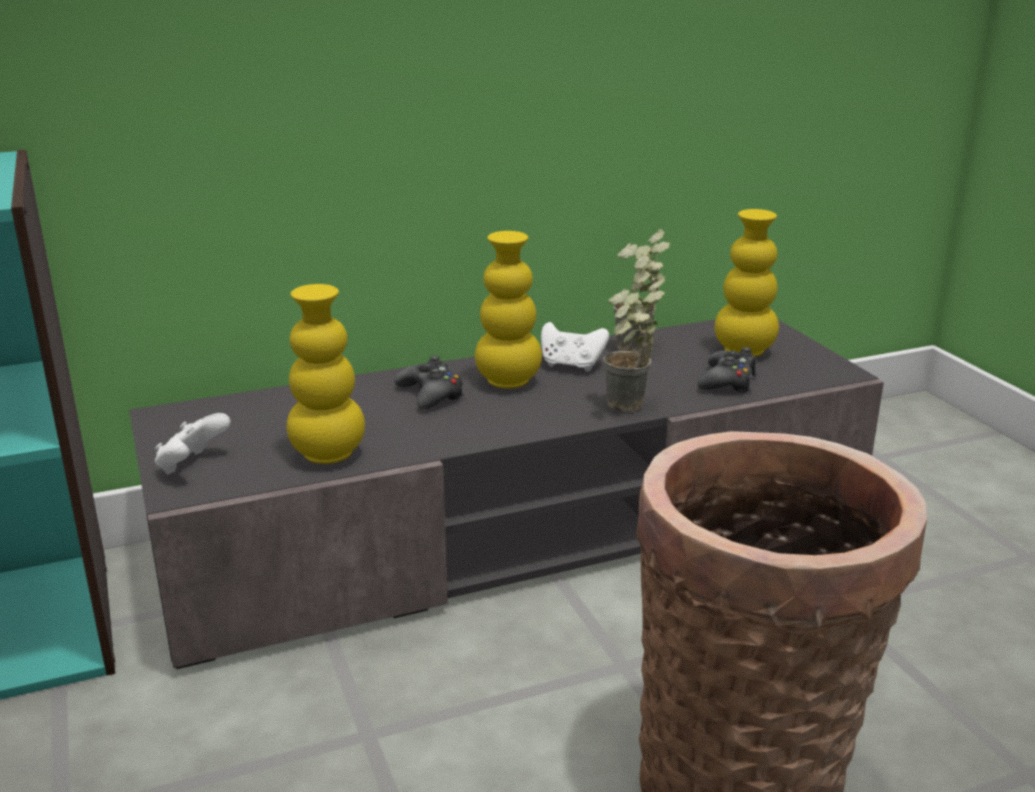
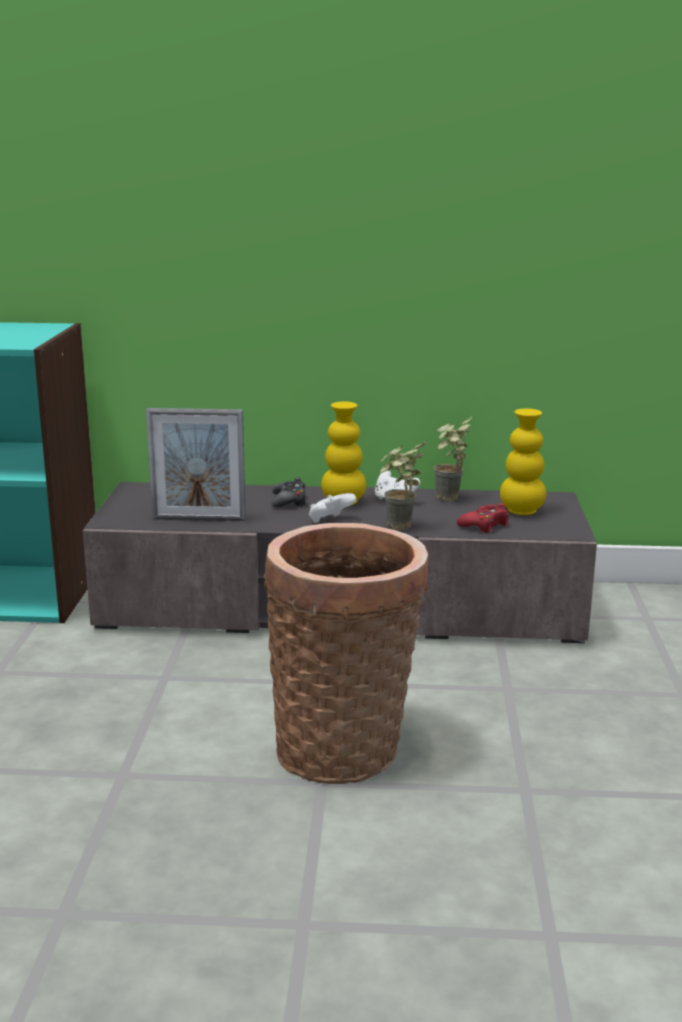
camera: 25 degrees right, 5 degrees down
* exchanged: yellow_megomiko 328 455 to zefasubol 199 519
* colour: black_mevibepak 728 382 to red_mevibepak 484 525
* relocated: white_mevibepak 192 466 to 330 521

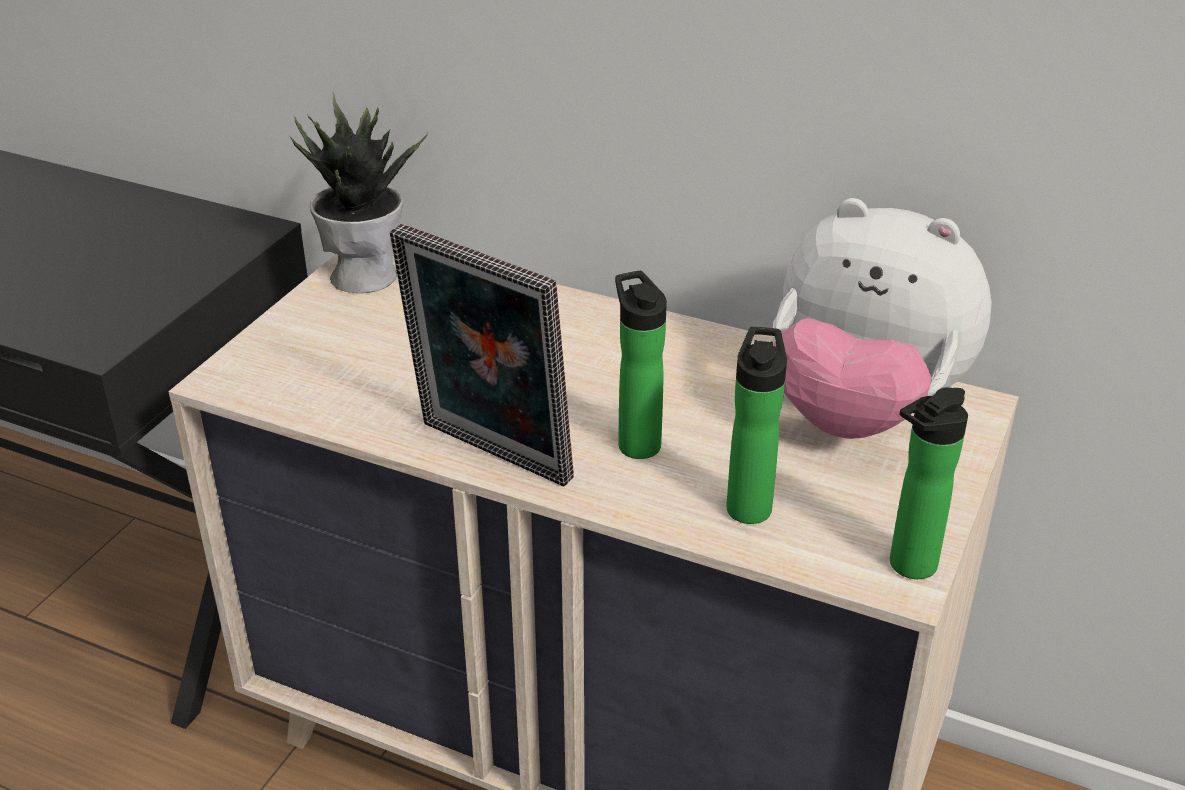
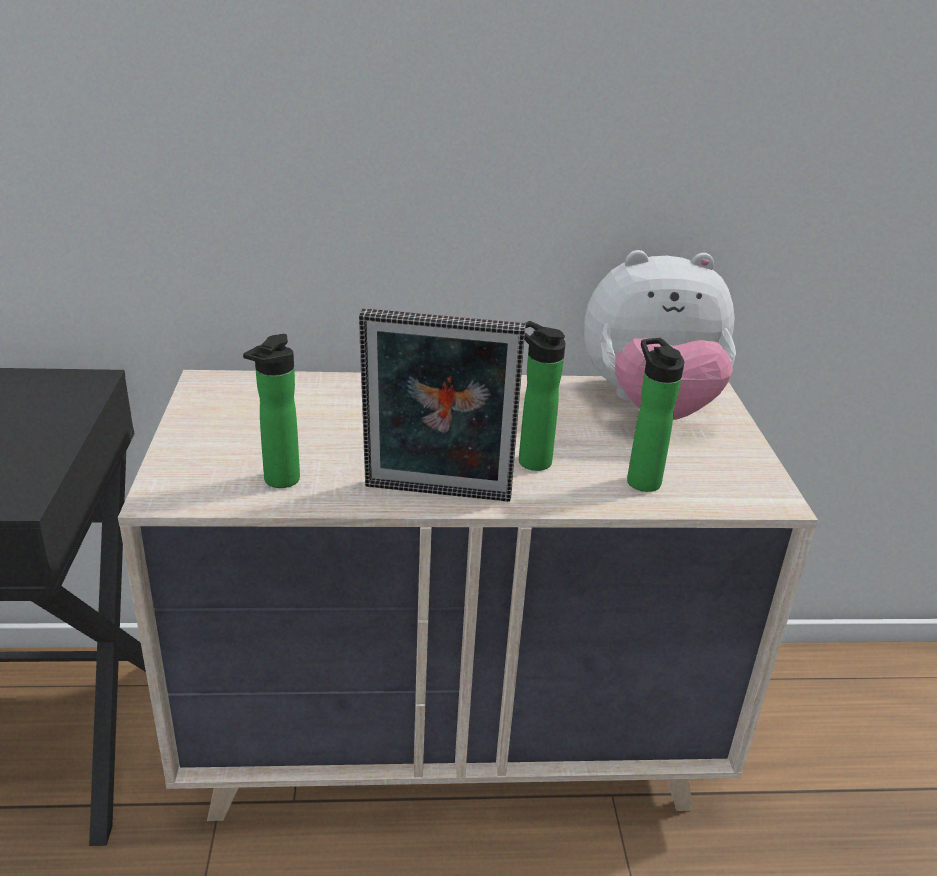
camera: 30 degrees left, 5 degrees down
* missing: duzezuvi 365 274
* relocated: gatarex 907 567 to 278 482

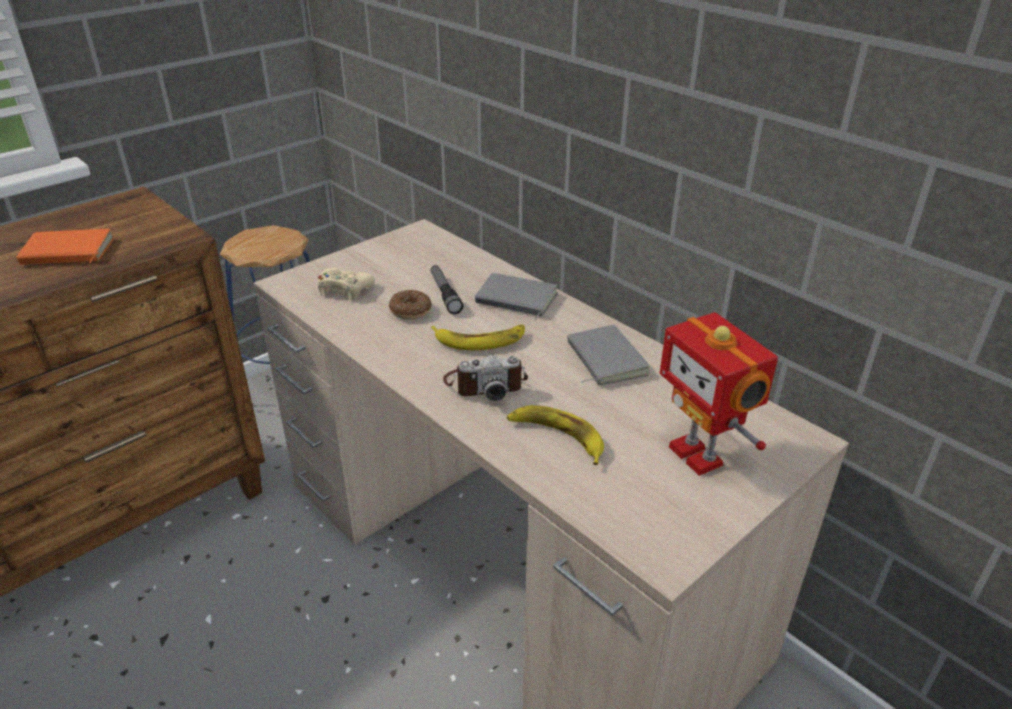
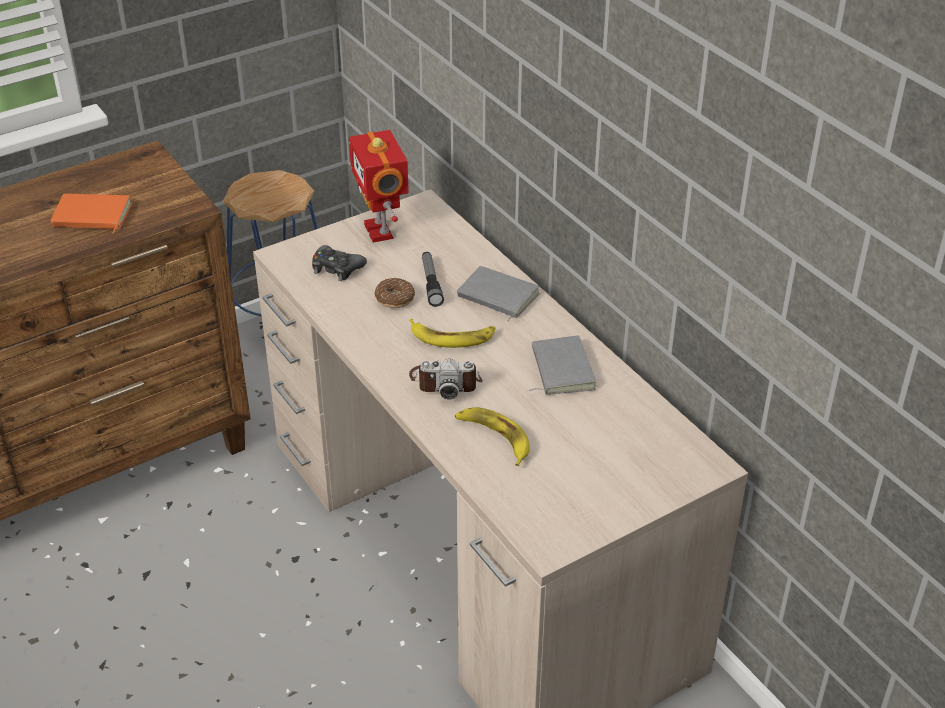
camera: 10 degrees right, 5 degrees up
* colour: beige_mevibepak 344 289 to black_mevibepak 337 268
* relocated: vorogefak 698 454 to 381 231

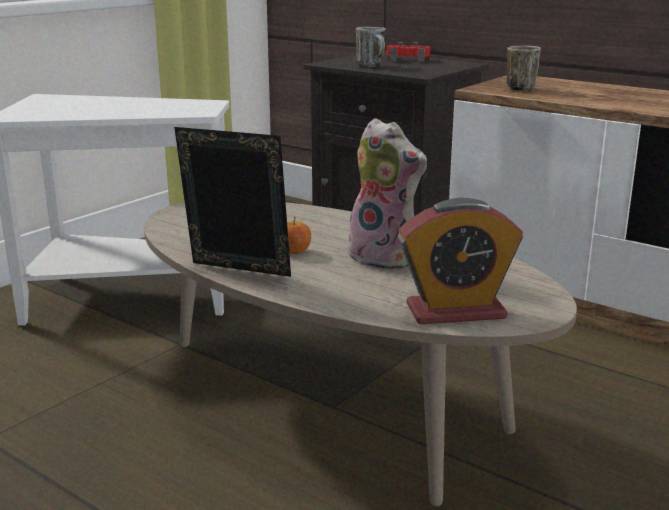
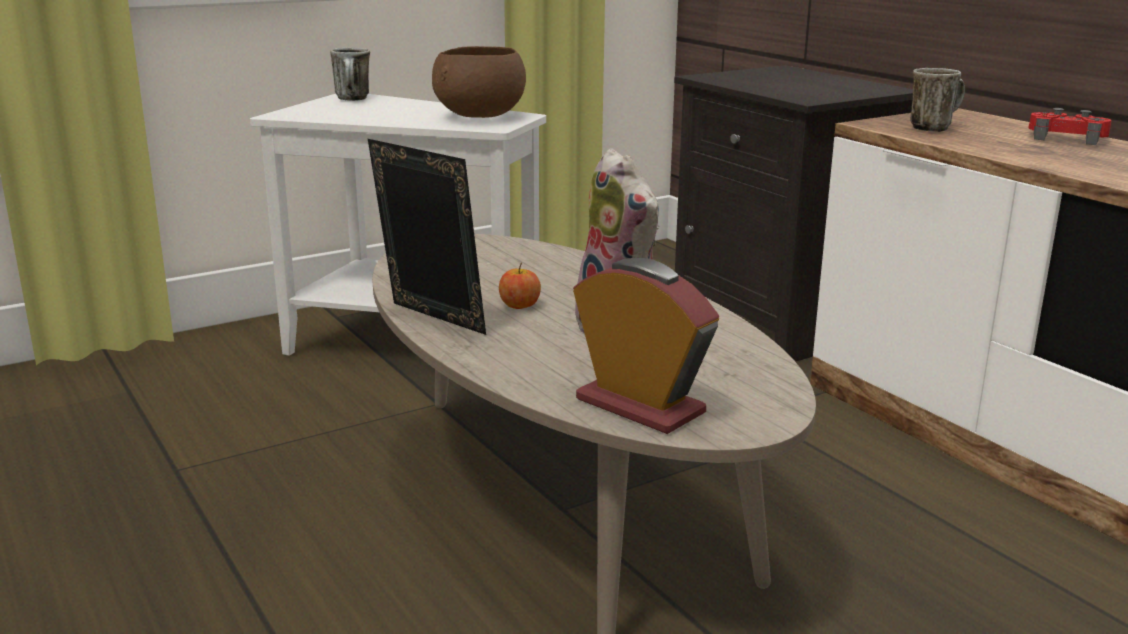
camera: 20 degrees right, 0 degrees up
* relocated: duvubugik 373 66 to 354 100
* relocated: red_mevibepak 407 59 to 1066 138
* spun: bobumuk 455 311 = 640 406 150 degrees counterclockwise
* appeared: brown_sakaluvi 479 117

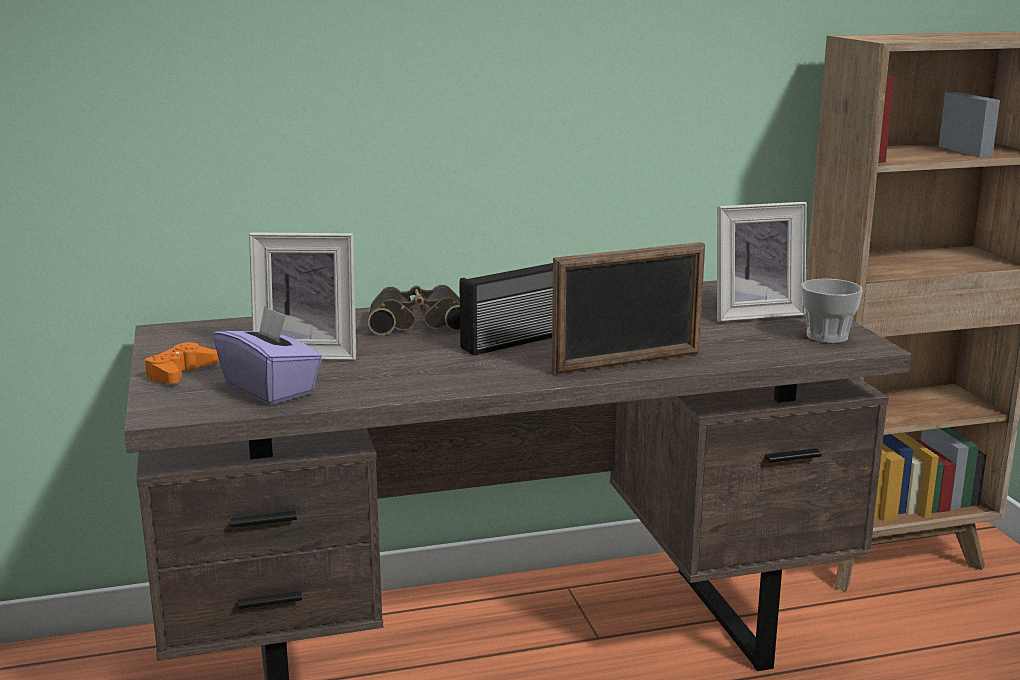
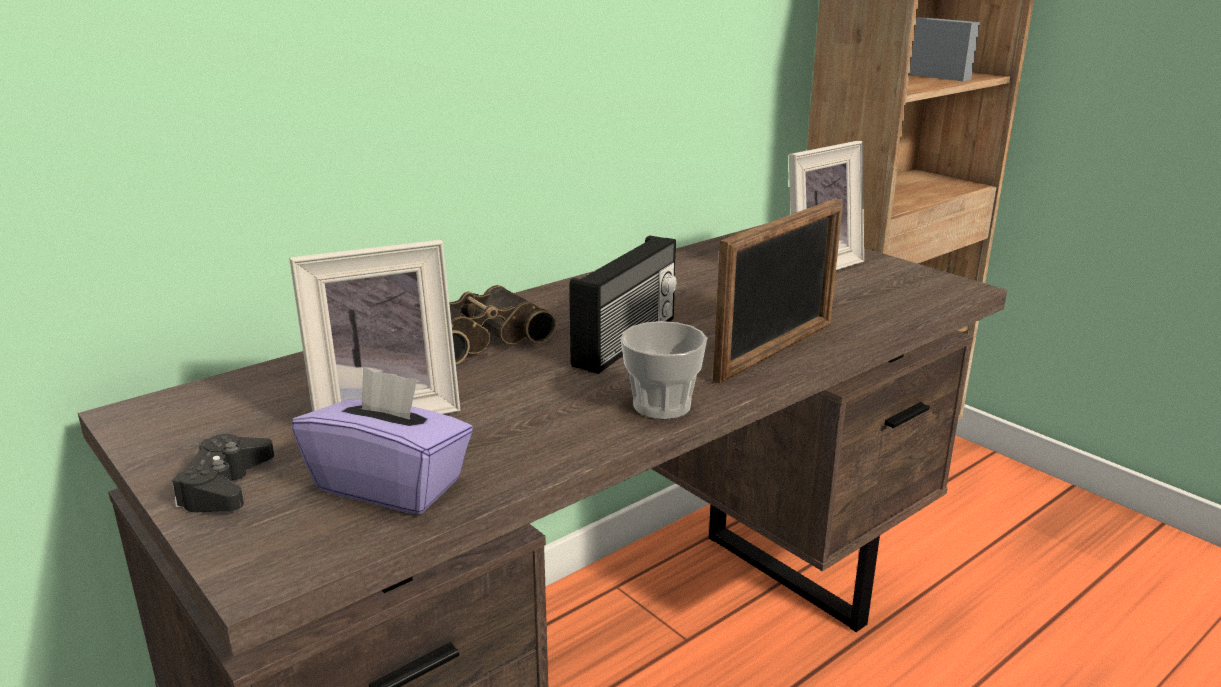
camera: 25 degrees left, 5 degrees up
* relocated: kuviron 827 336 to 662 406
* colour: orange_mevibepak 180 373 to black_mevibepak 225 486

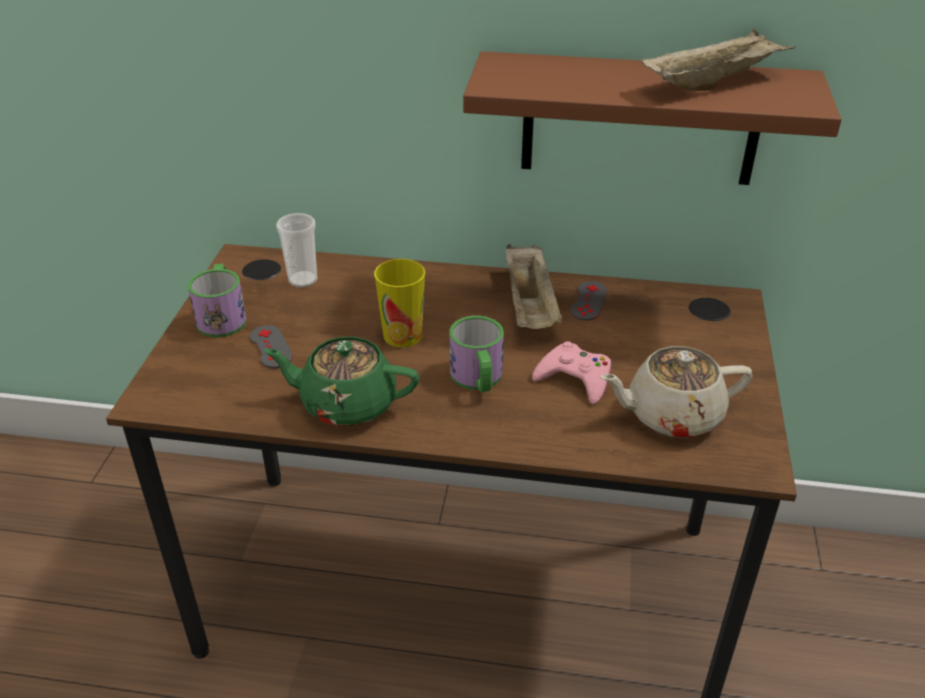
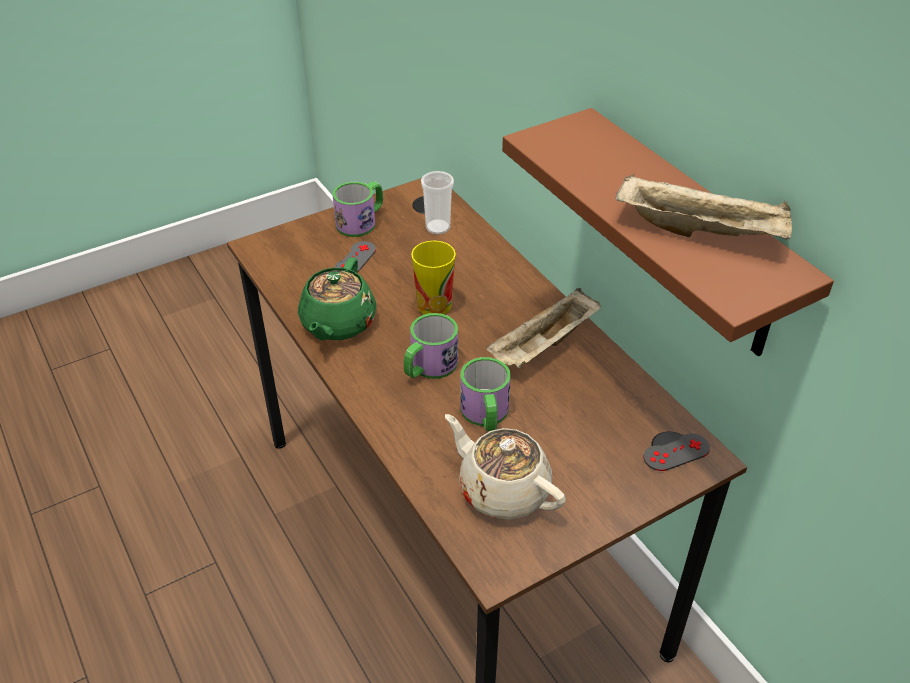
camera: 50 degrees right, 5 degrees up
* relocated: grey_mevibepak 588 301 to 676 452
* spun: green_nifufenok 347 404 = 337 323 135 degrees counterclockwise
* exchanged: pink_mevibepak 575 378 to duvubugik 485 415

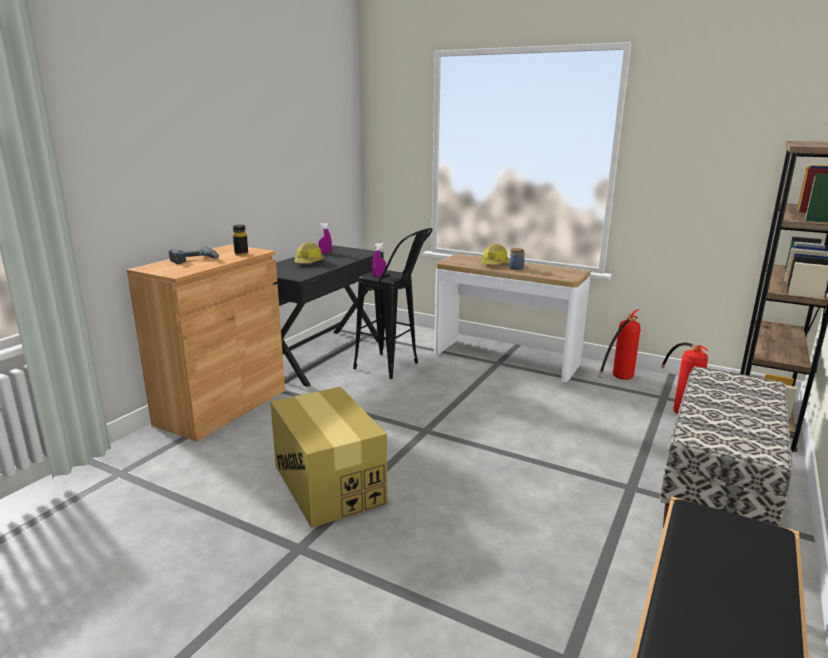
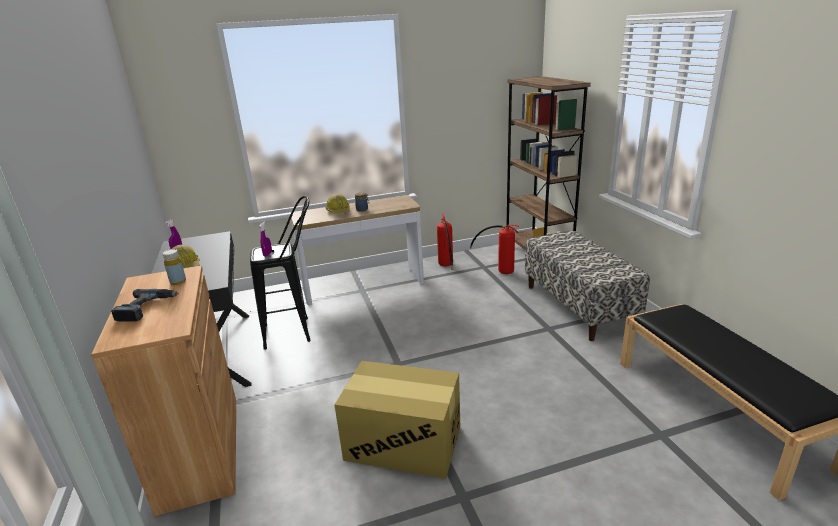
camera: 45 degrees left, 5 degrees up
* colour: black_gatarex 241 254 to yellow_gatarex 178 281

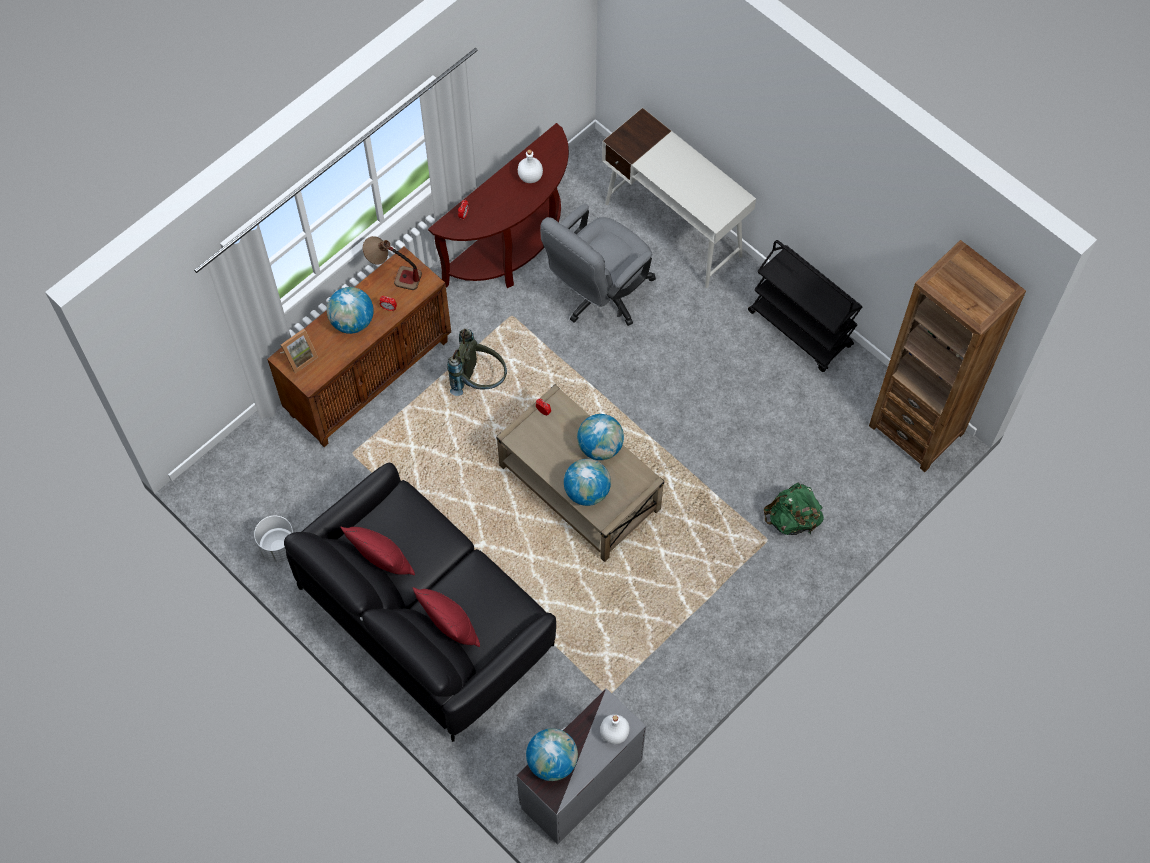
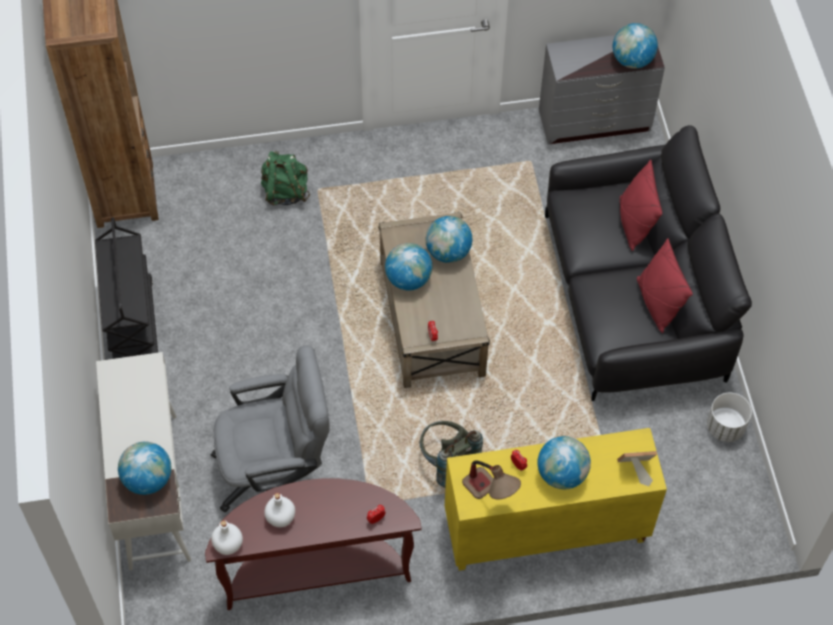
camera: 145 degrees left, 5 degrees down
* colour: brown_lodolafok 369 376 to yellow_lodolafok 544 531
* relocated: white_gatarex 614 733 to 228 545
* appeared: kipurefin 148 479

